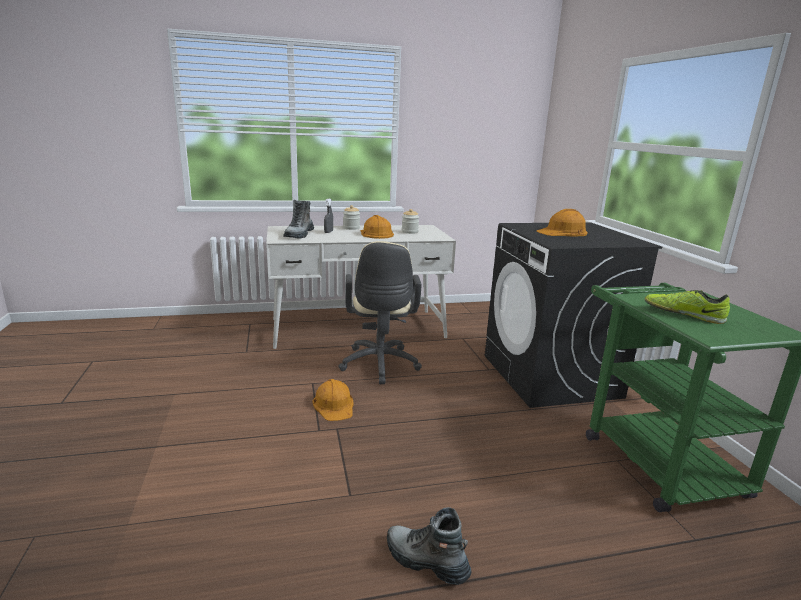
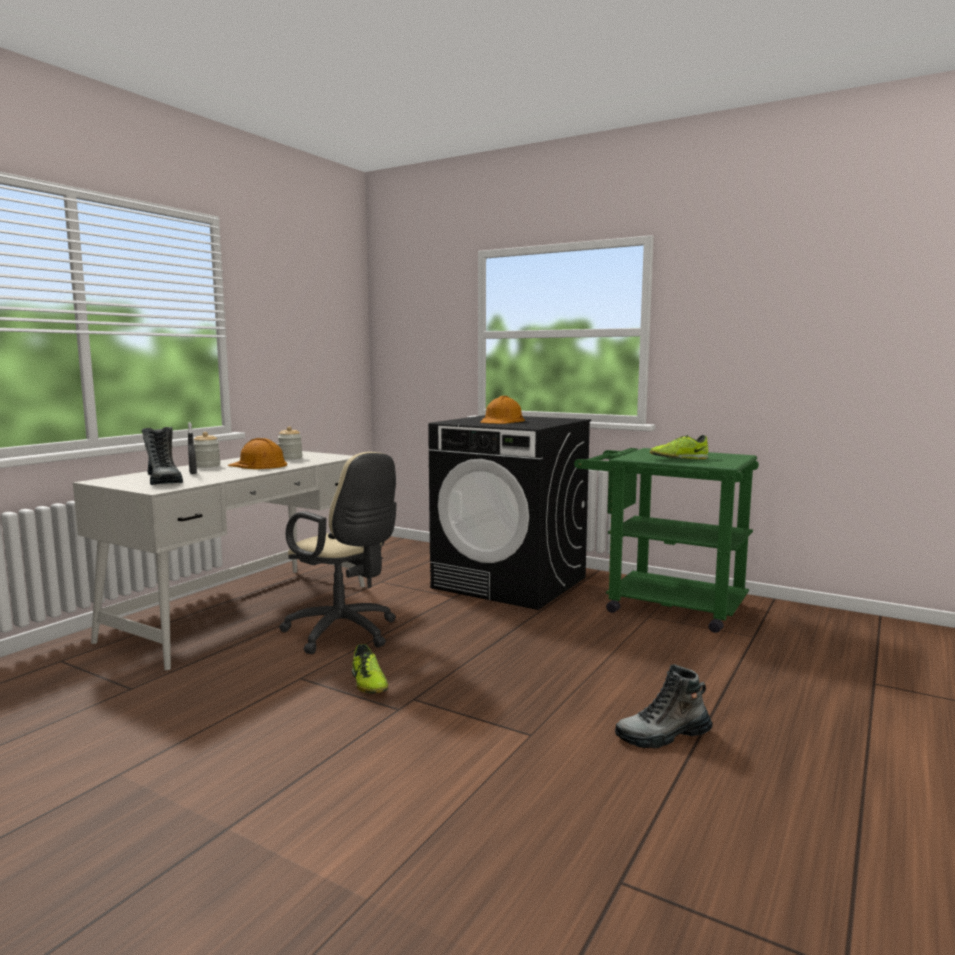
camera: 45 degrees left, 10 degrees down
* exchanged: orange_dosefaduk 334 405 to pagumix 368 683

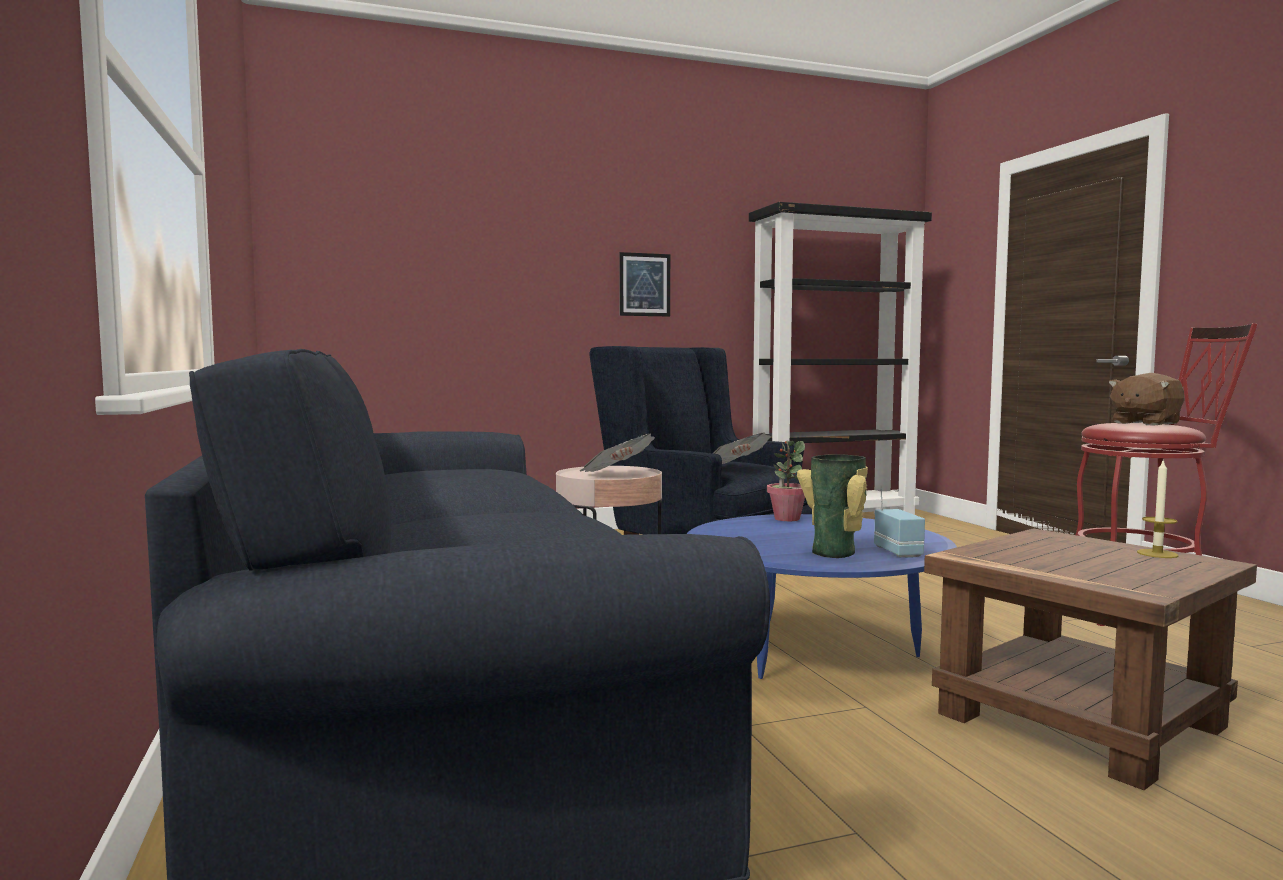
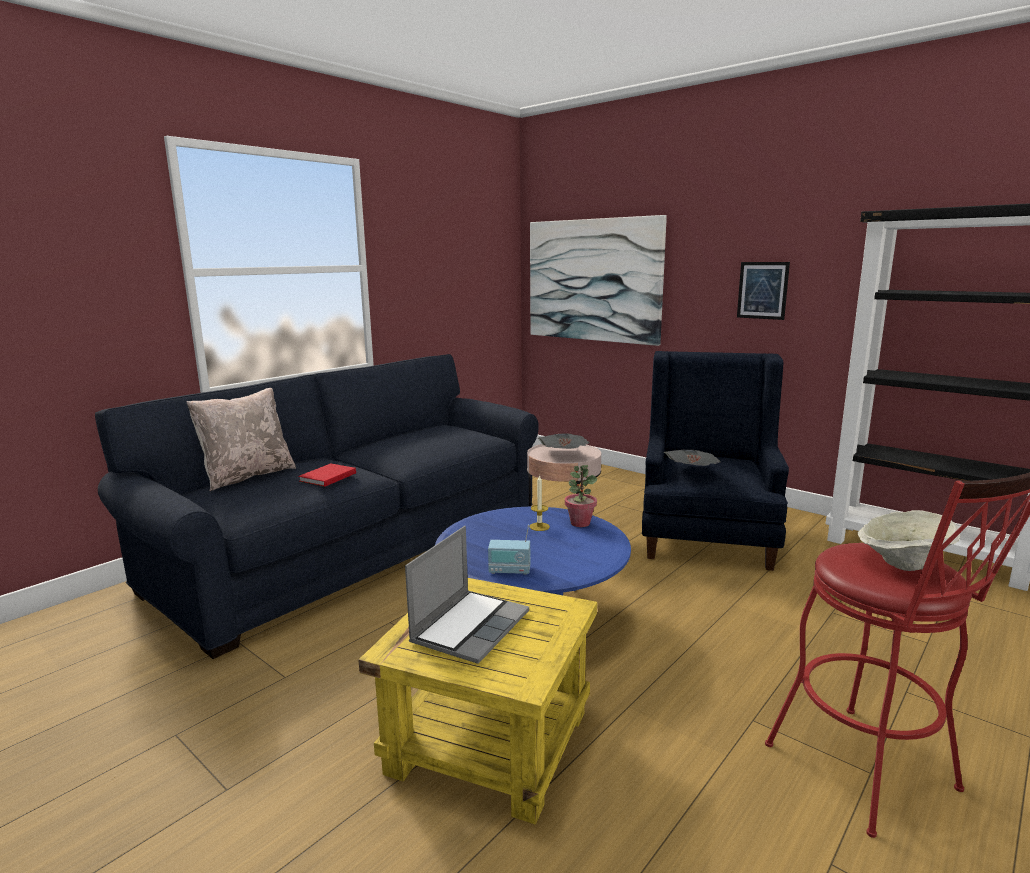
camera: 60 degrees right, 10 degrees up
* exchanged: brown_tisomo 1144 423 to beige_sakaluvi 902 564
* missing: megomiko 836 552
* relocated: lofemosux 1157 554 to 539 526
* spun: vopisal 898 552 = 509 571 45 degrees clockwise
* colour: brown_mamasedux 1075 720 to yellow_mamasedux 488 740
* appeared: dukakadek 593 280
* appeared: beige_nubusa 247 476
* appeared: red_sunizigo 326 477
* appeared: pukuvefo 470 626

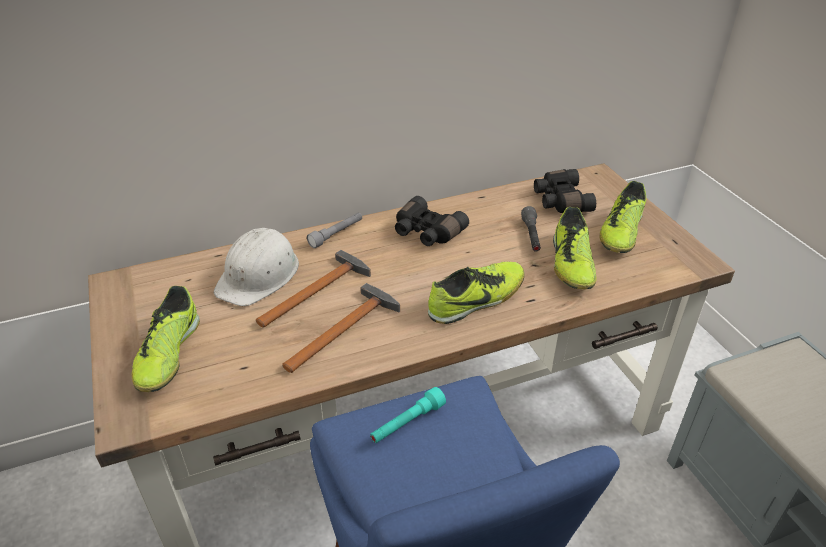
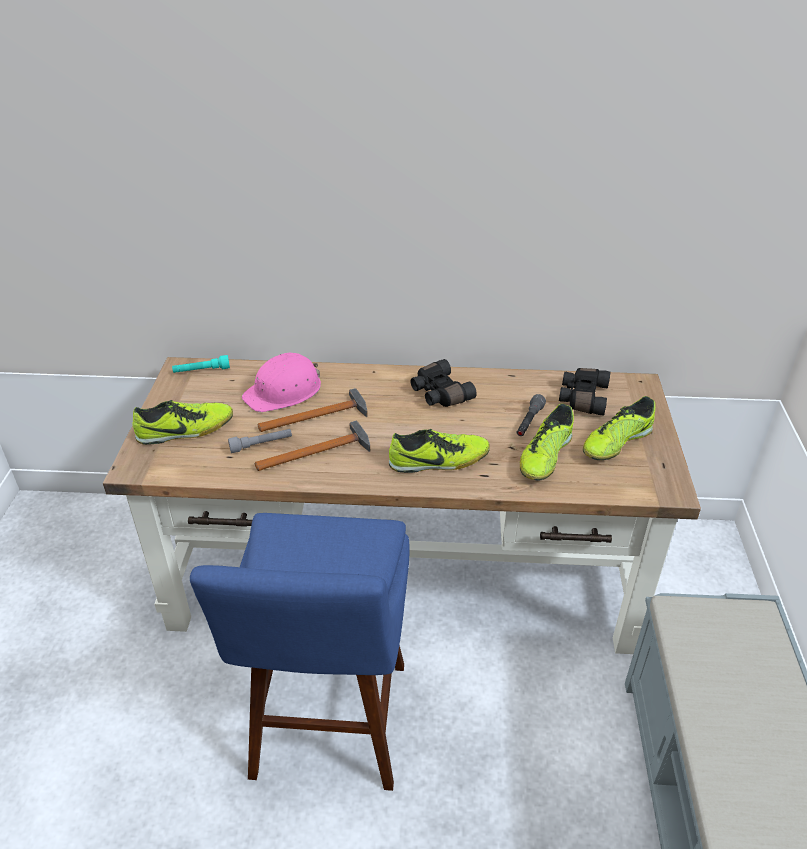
camera: 25 degrees right, 0 degrees up
* relocated: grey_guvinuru 336 234 to 261 445
* colour: white_dosefaduk 259 275 to pink_dosefaduk 284 391
* spun: pagumix 168 354 = 185 431 135 degrees counterclockwise
* relocated: turquoise_guvinuru 407 423 to 202 371

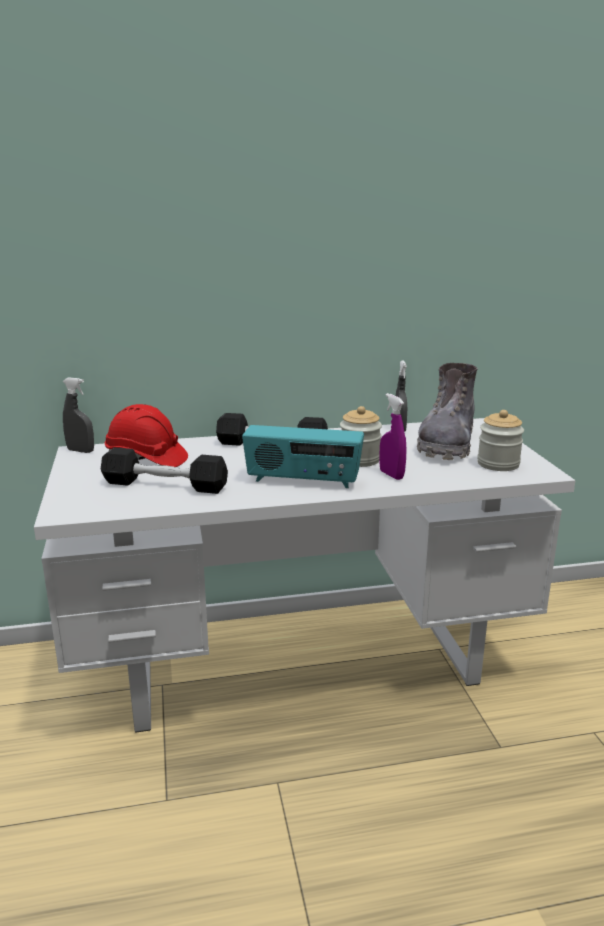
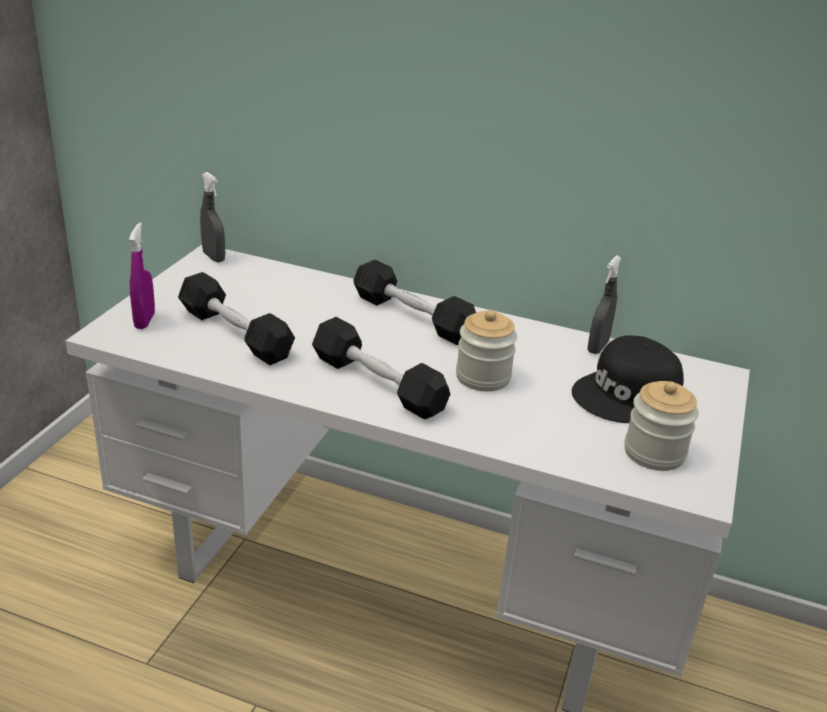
camera: 30 degrees right, 10 degrees up
* exchanged: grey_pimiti 447 444 to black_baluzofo 628 394
* relocated: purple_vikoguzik 391 475 to 145 321
* missing: red_dosefaduk 146 459
* exchanged: vopisal 303 481 to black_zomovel 378 383

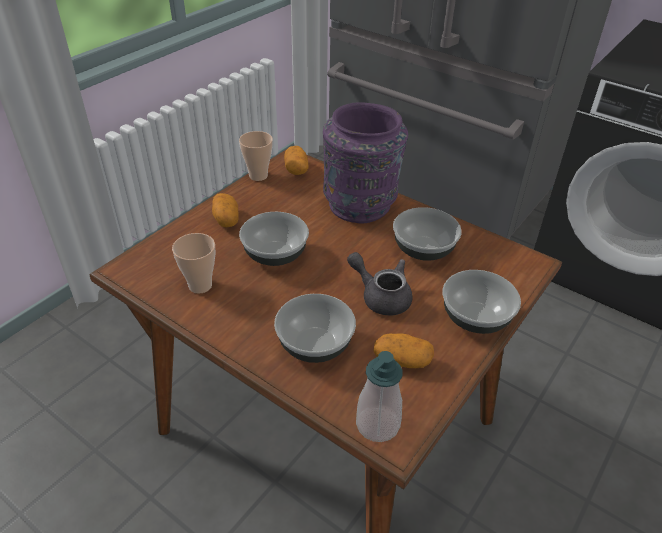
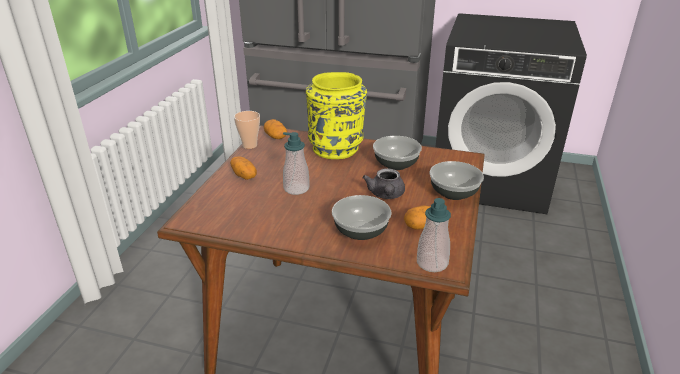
camera: 20 degrees left, 10 degrees down
* colour: purple_megomiko 361 205 to yellow_megomiko 336 148
* exchanged: sakaluvi 275 255 to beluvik 296 188
* missing: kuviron 200 285
* spun: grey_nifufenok 381 296 = 386 195 105 degrees counterclockwise

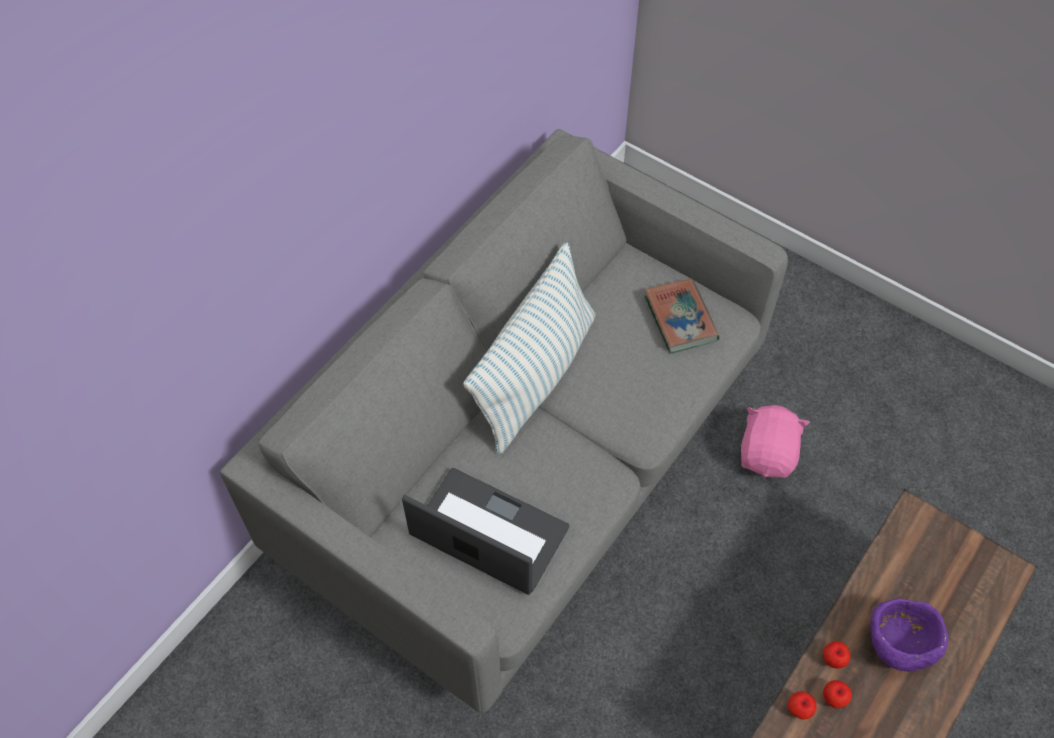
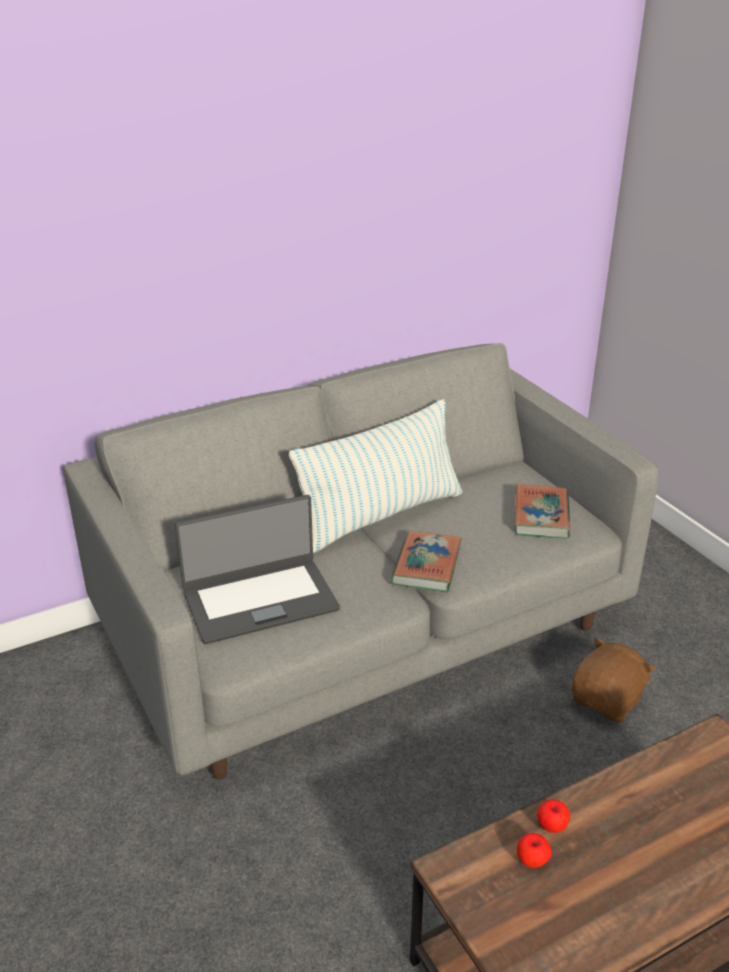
camera: 25 degrees right, 25 degrees down
* colour: pink_tisomo 767 454 to brown_tisomo 607 701
* spun: pukuvefo 488 533 = 260 600 105 degrees clockwise
* missing: purple_sakaluvi 897 645
* missing: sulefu 799 709
* appeared: sunizigo 426 566

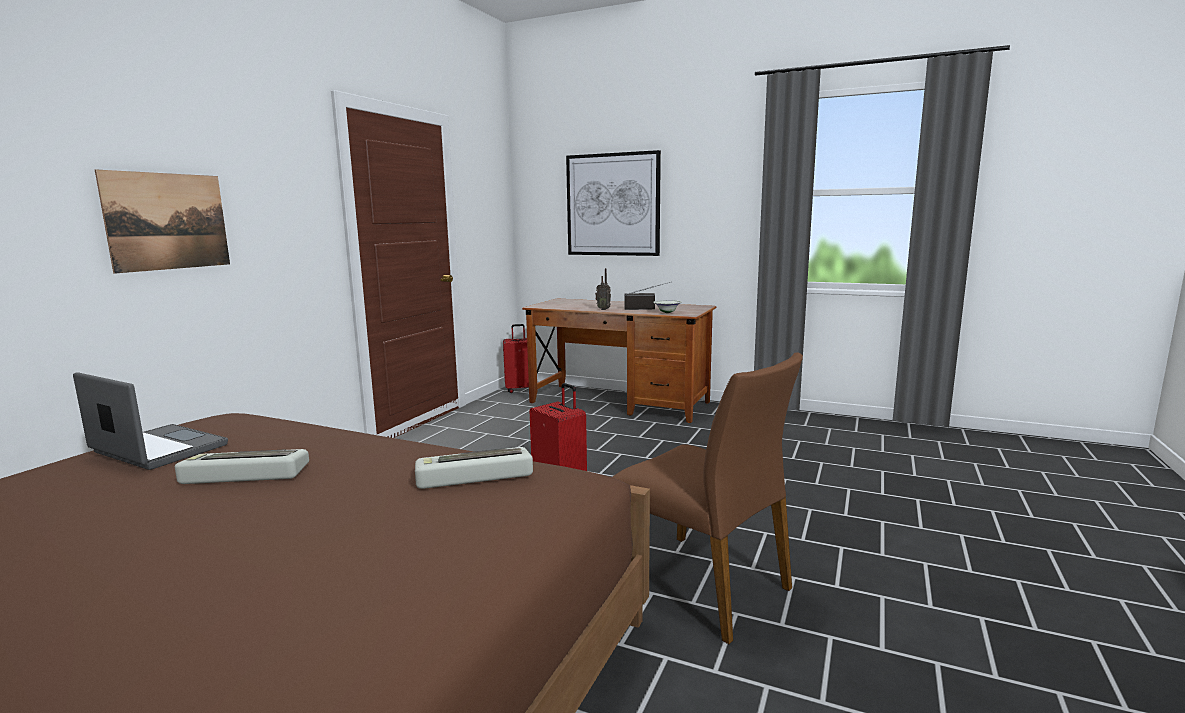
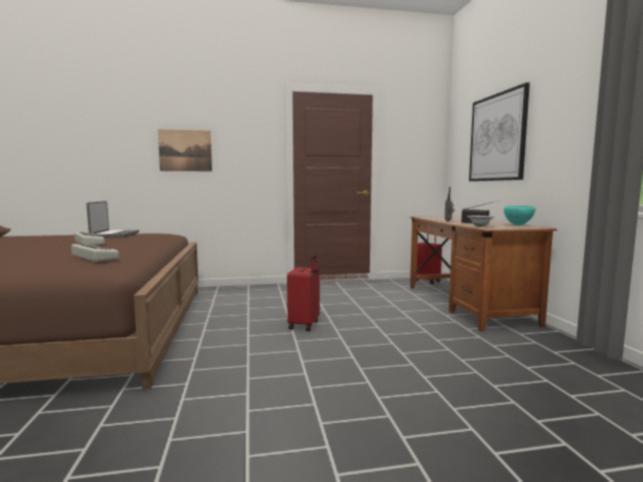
camera: 55 degrees right, 5 degrees down
* missing: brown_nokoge 701 585
* appeared: turquoise_sakaluvi 517 225

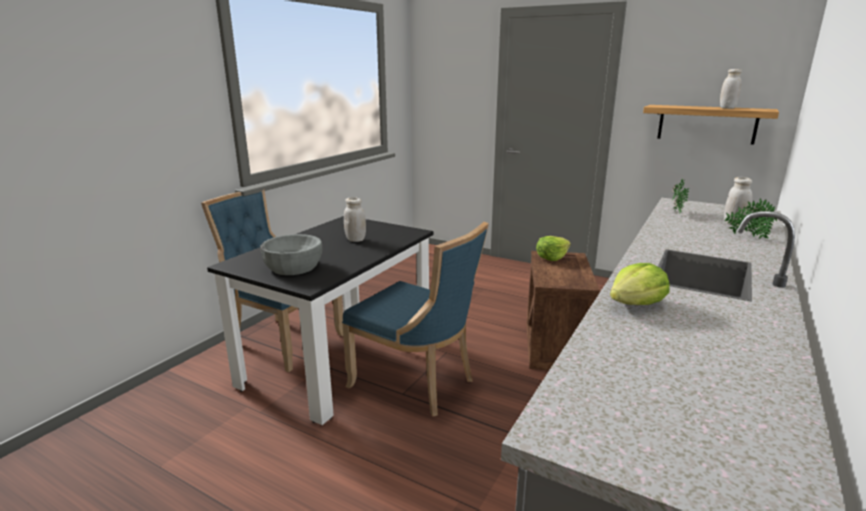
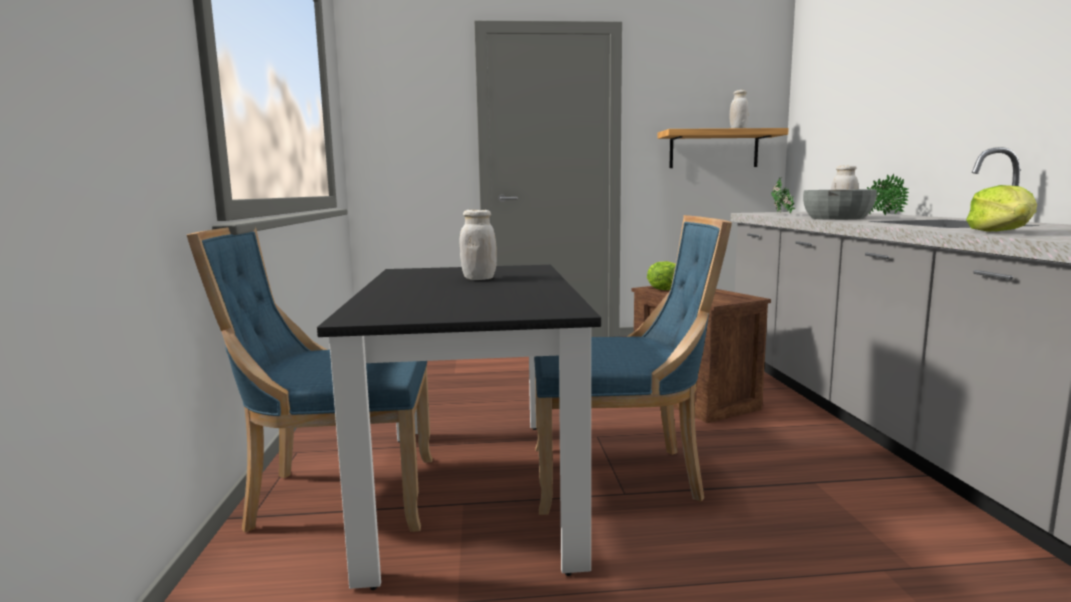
camera: 35 degrees left, 10 degrees down
* relocated: grey_sakaluvi 293 267 to 837 218

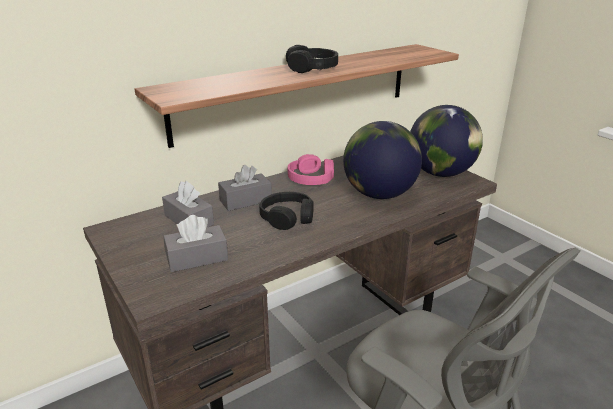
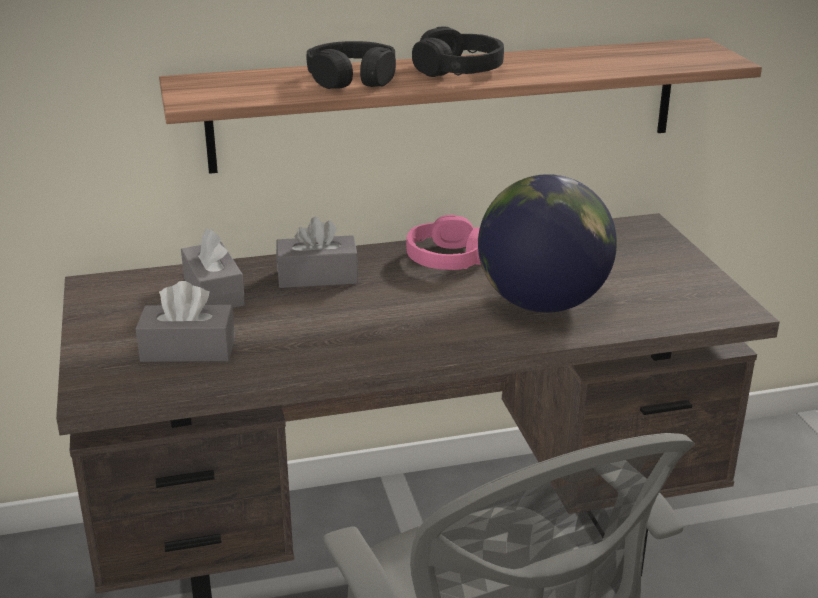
camera: 20 degrees right, 0 degrees up
* missing: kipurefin 441 173
* relocated: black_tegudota 287 218 to 352 79

